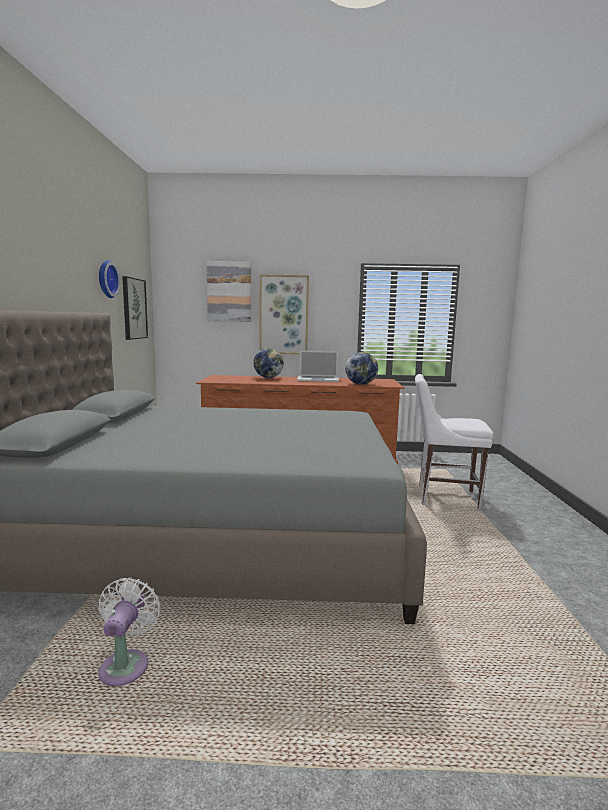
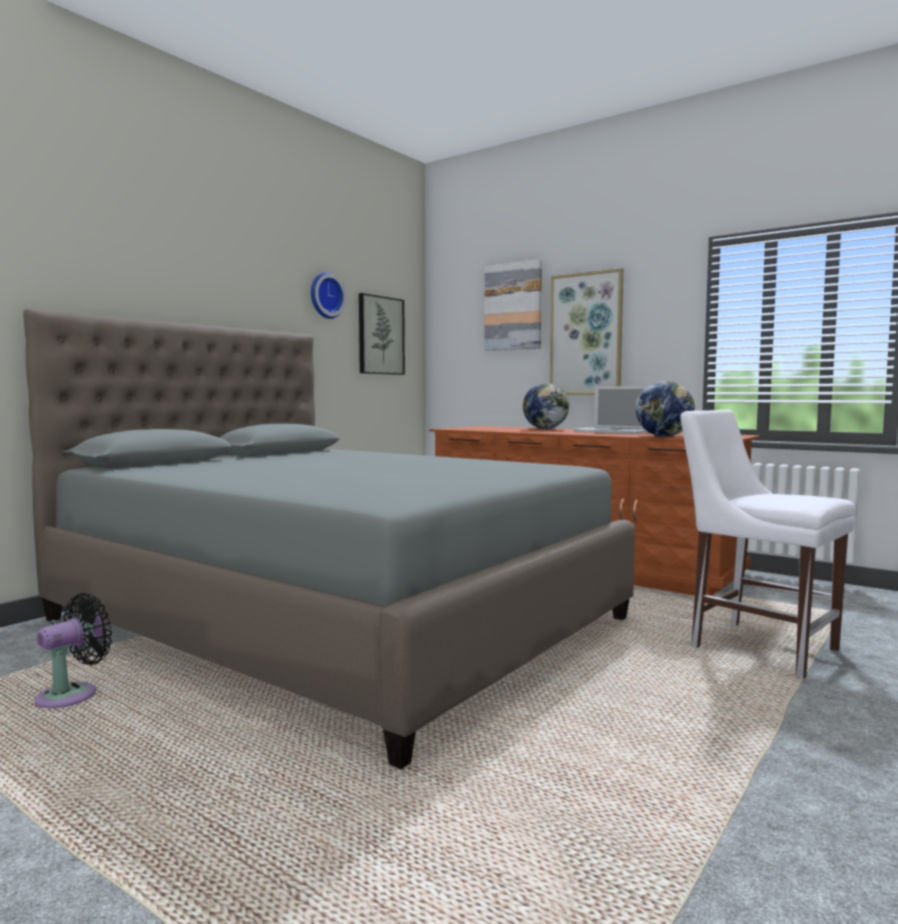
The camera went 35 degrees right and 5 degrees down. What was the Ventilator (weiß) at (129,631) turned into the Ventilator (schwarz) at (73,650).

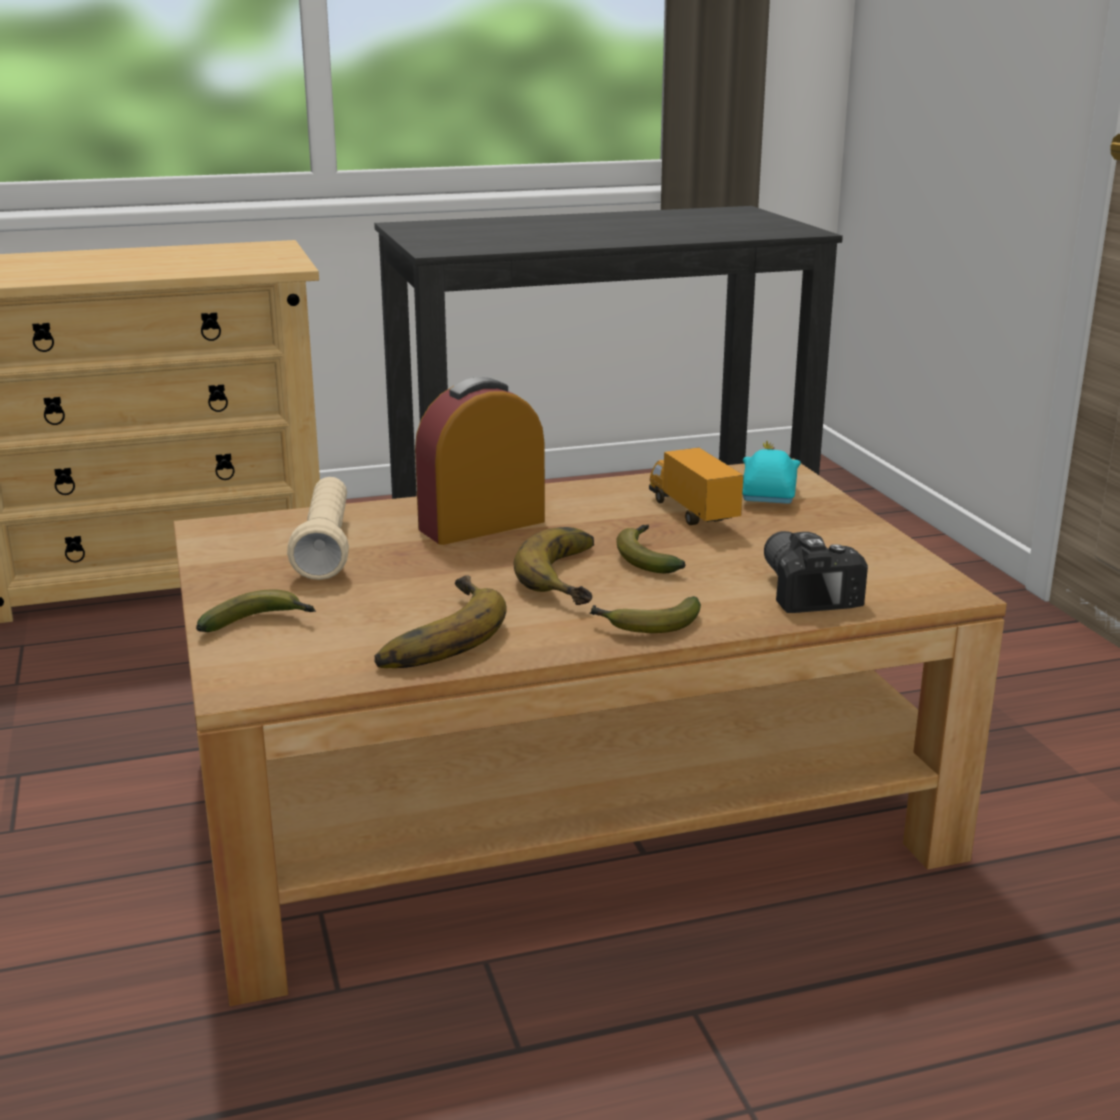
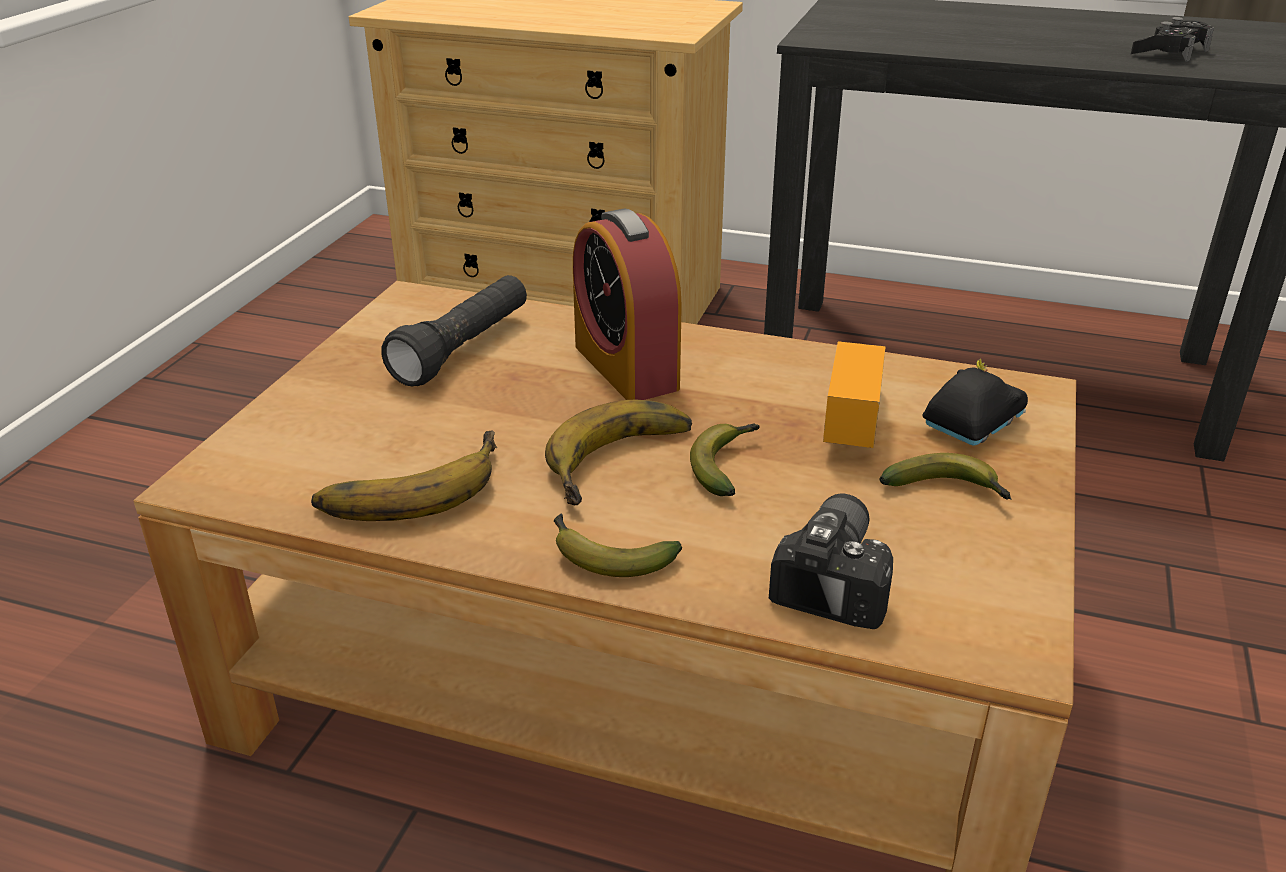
The camera went 35 degrees right and 10 degrees up. The second view gained the Gamepad (schwarz) at (1172,39). The Banane ended up elsewhere, having gone from (256,611) to (945,476). What was the Taschenlampe (beige) at (318,528) turned into the Taschenlampe (schwarz) at (454,330). What was the Spielzeugauto (türkis) at (772,472) turned into the Spielzeugauto (schwarz) at (975,402). The Wecker at (480,461) ended up facing another way, 120 degrees counterclockwise from before.

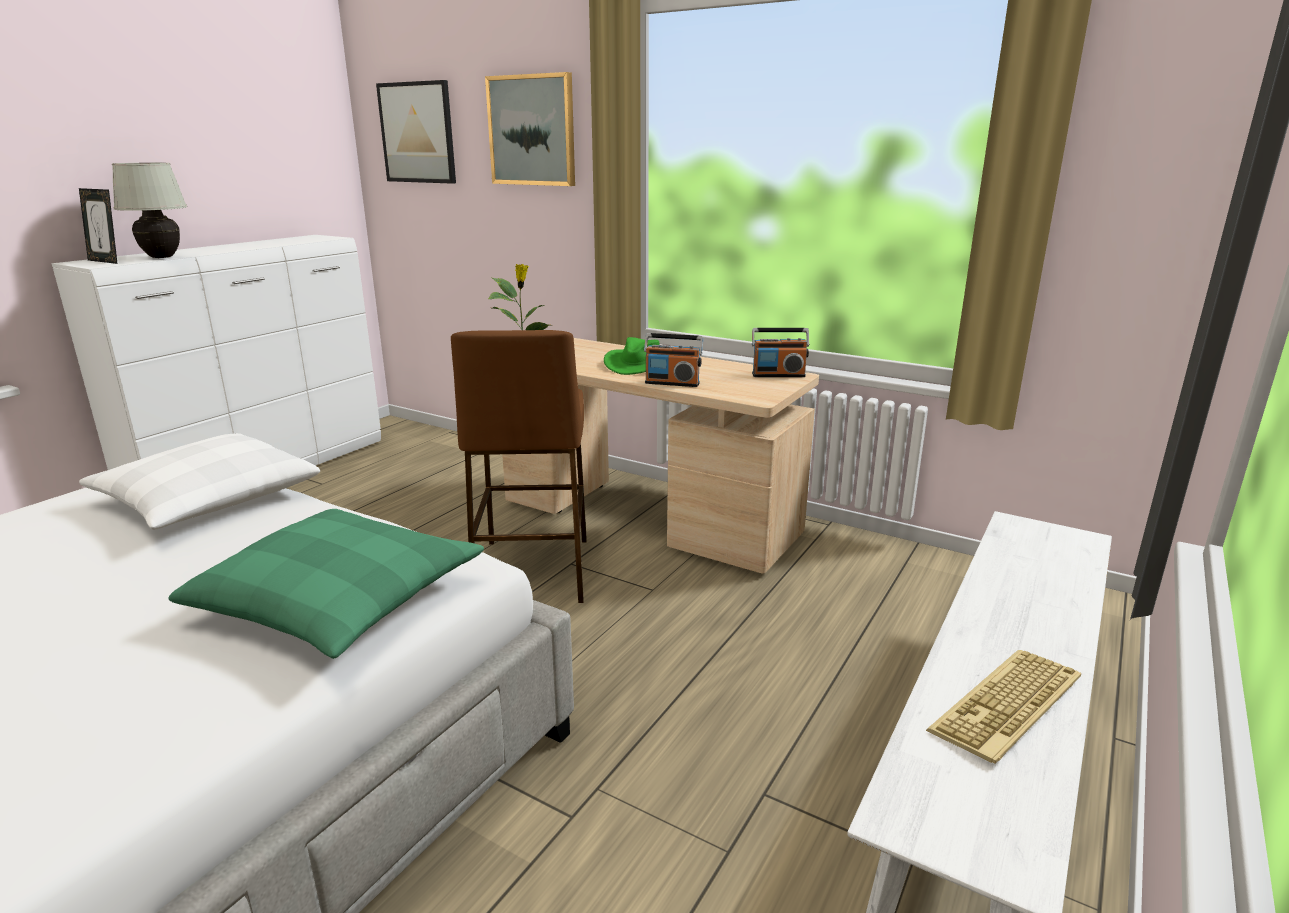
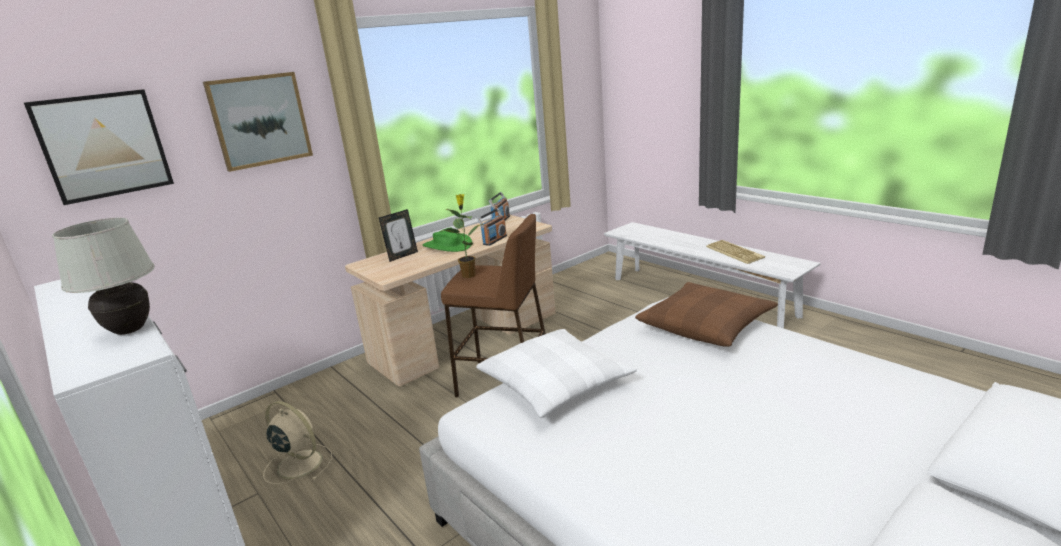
The camera went 70 degrees left and 0 degrees up. The second view gained the Ventilator (beige) at (297,442). The Bilderrahmen ended up elsewhere, having gone from (98,226) to (398,235). What was the Kissen (grün) at (326,584) turned into the Kissen (braun) at (706,314).

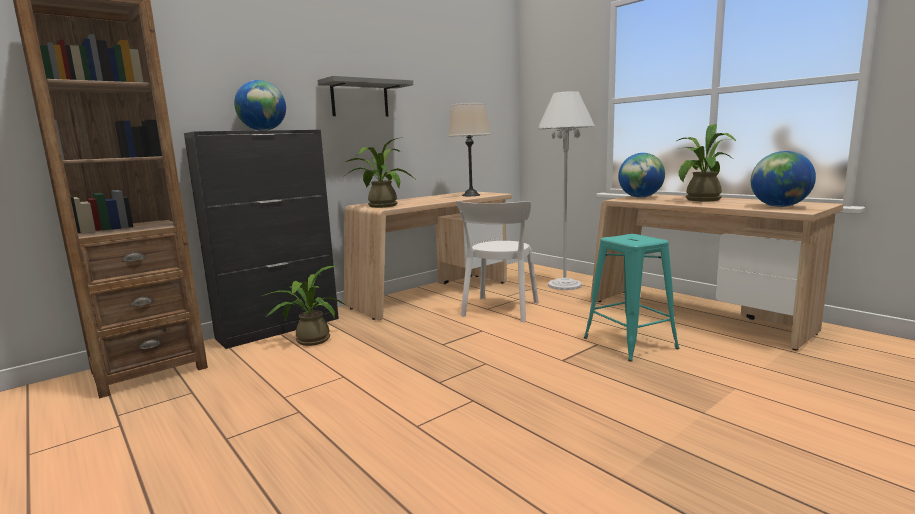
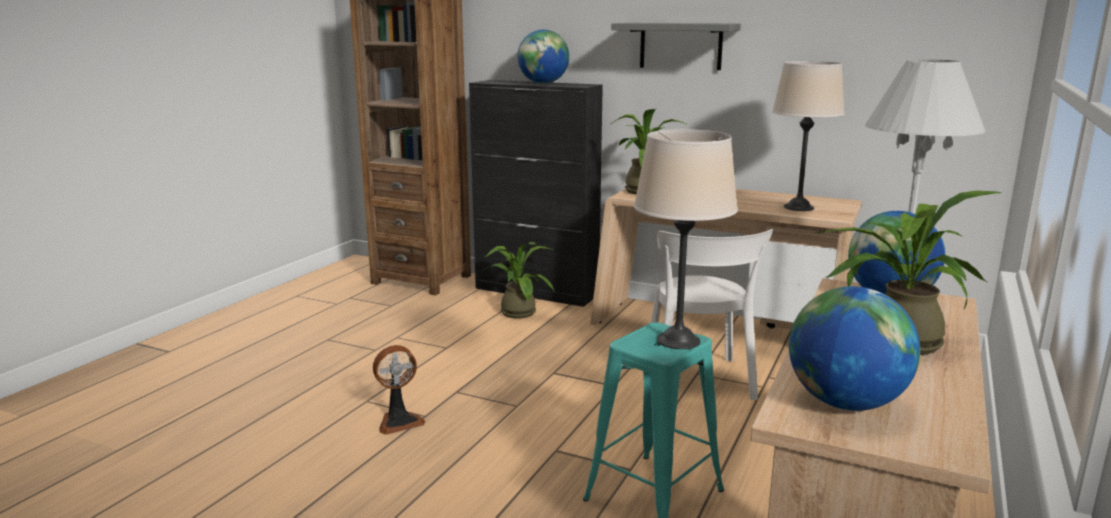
The camera went 65 degrees right and 5 degrees up. The second view gained the Ventilator at (399,390). The second view gained the Tischlampe (beige) at (686,239). The Stuhl (weiß) at (497,261) ended up facing another way, 90 degrees counterclockwise from before.

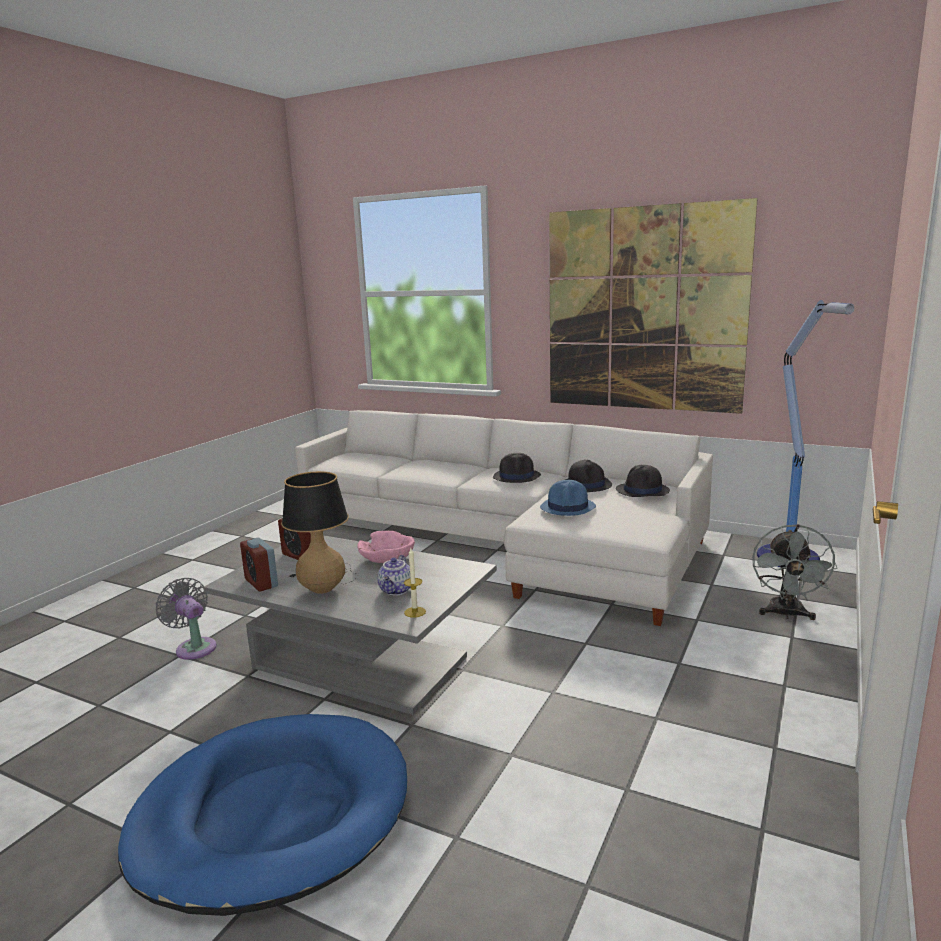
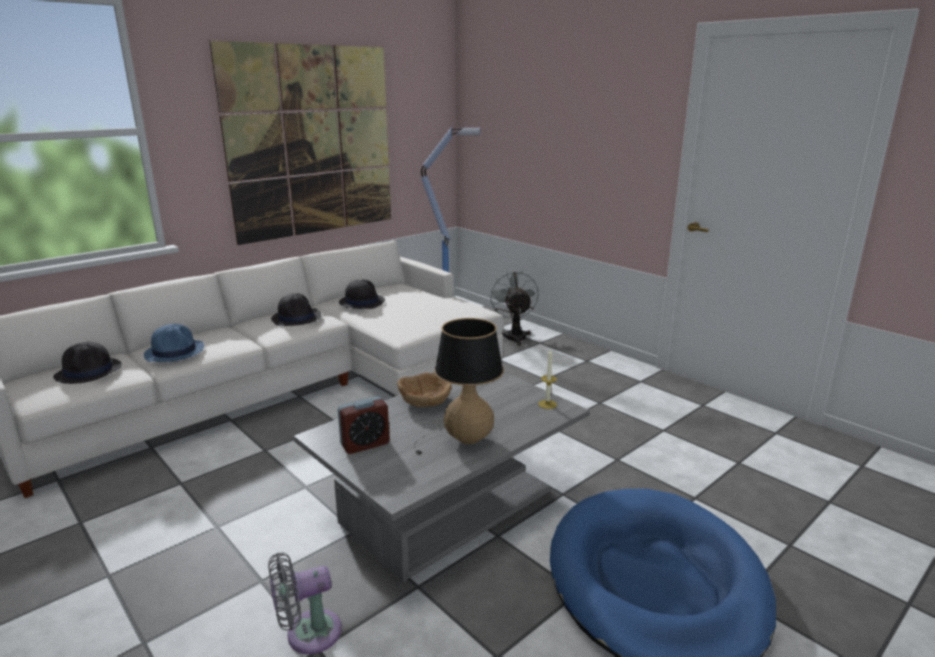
The camera went 70 degrees left and 5 degrees up. The second view lost the Wecker at (259,564). The second view lost the Teekanne at (394,575). The Hut (blau) ended up elsewhere, having gone from (568,498) to (174,343). The Hut (schwarz) ended up elsewhere, having gone from (643,481) to (87,363). What was the Schüssel (rosa) at (386,547) turned into the Schüssel (braun) at (424,390). The Ventilator (grau) at (794,572) ended up facing another way, 135 degrees counterclockwise from before.

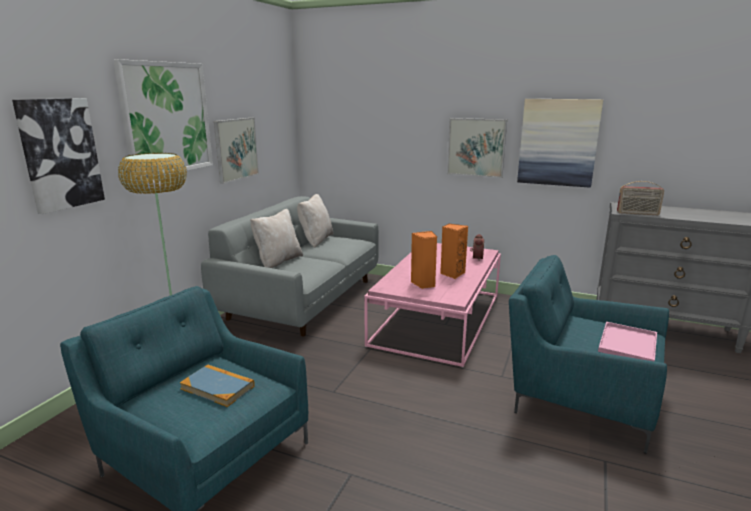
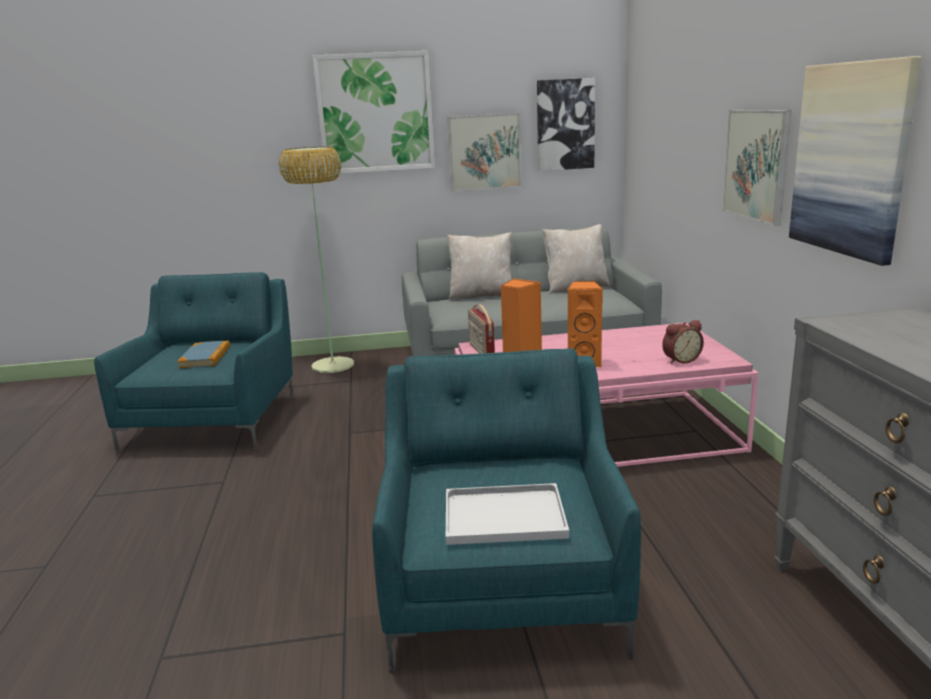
The camera went 60 degrees right and 0 degrees up. The Bild ended up elsewhere, having gone from (58,156) to (566,124). The Radio ended up elsewhere, having gone from (640,198) to (481,328). What was the Tablett (rosa) at (627,341) turned into the Tablett (weiß) at (507,514).

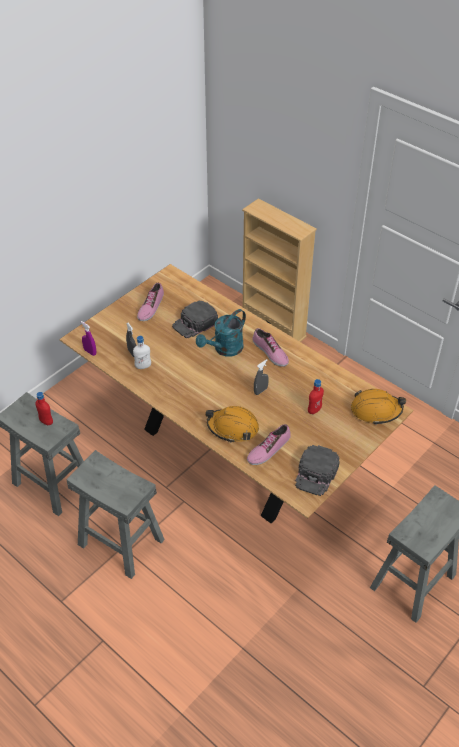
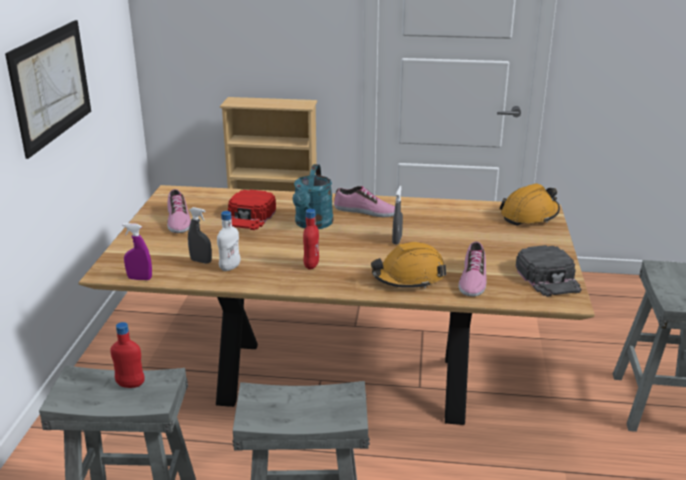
The camera went 35 degrees left and 20 degrees down. The second view gained the Bild at (48,89). The Flasche (rot) ended up elsewhere, having gone from (316,396) to (311,239). What was the Kappe (schwarz) at (195,319) turned into the Kappe (rot) at (252,210).

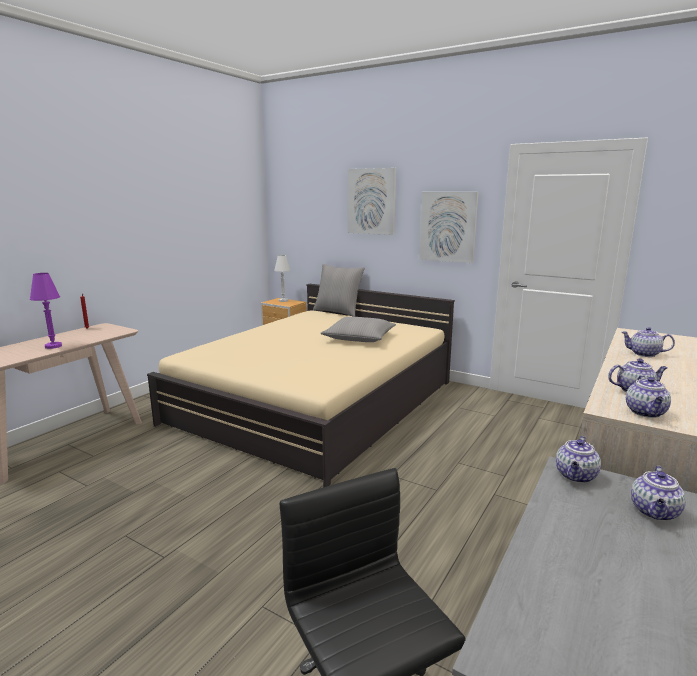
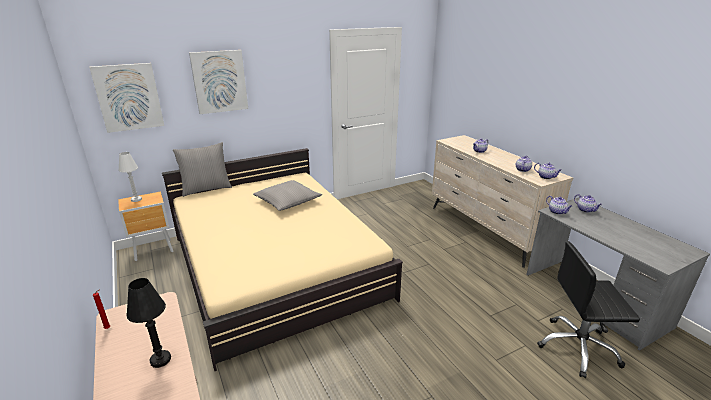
The camera went 60 degrees left and 10 degrees up. The Bild ended up elsewhere, having gone from (449,227) to (126,98). What was the Tischlampe (lila) at (46,311) turned into the Tischlampe (schwarz) at (148,323).

